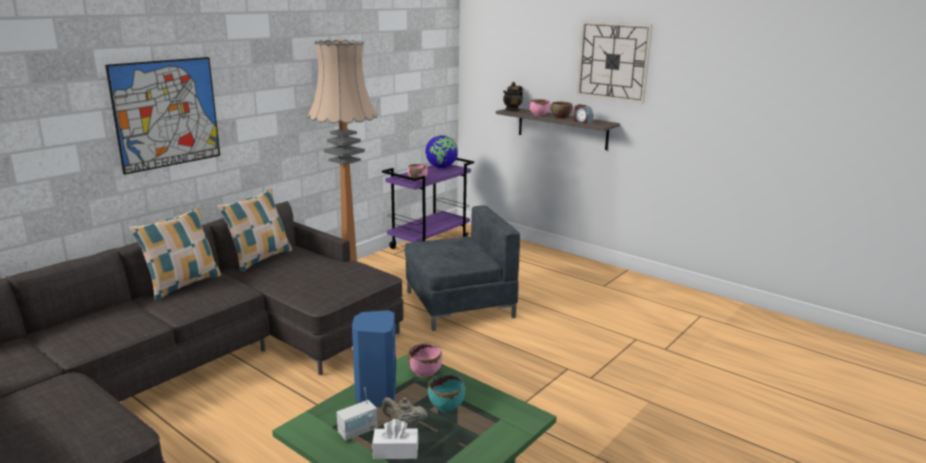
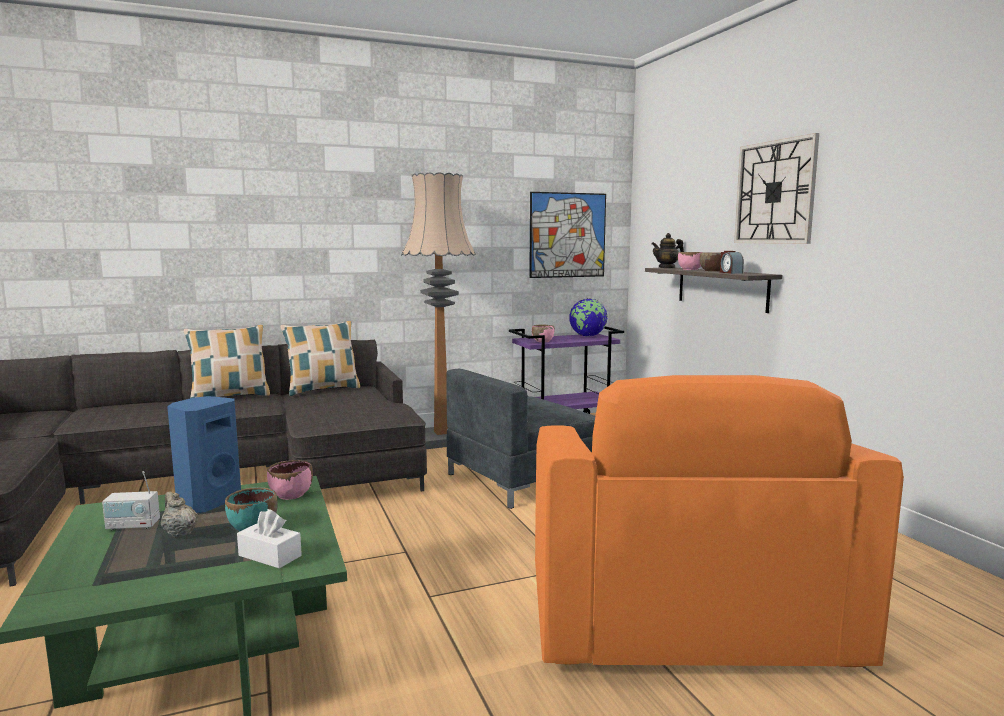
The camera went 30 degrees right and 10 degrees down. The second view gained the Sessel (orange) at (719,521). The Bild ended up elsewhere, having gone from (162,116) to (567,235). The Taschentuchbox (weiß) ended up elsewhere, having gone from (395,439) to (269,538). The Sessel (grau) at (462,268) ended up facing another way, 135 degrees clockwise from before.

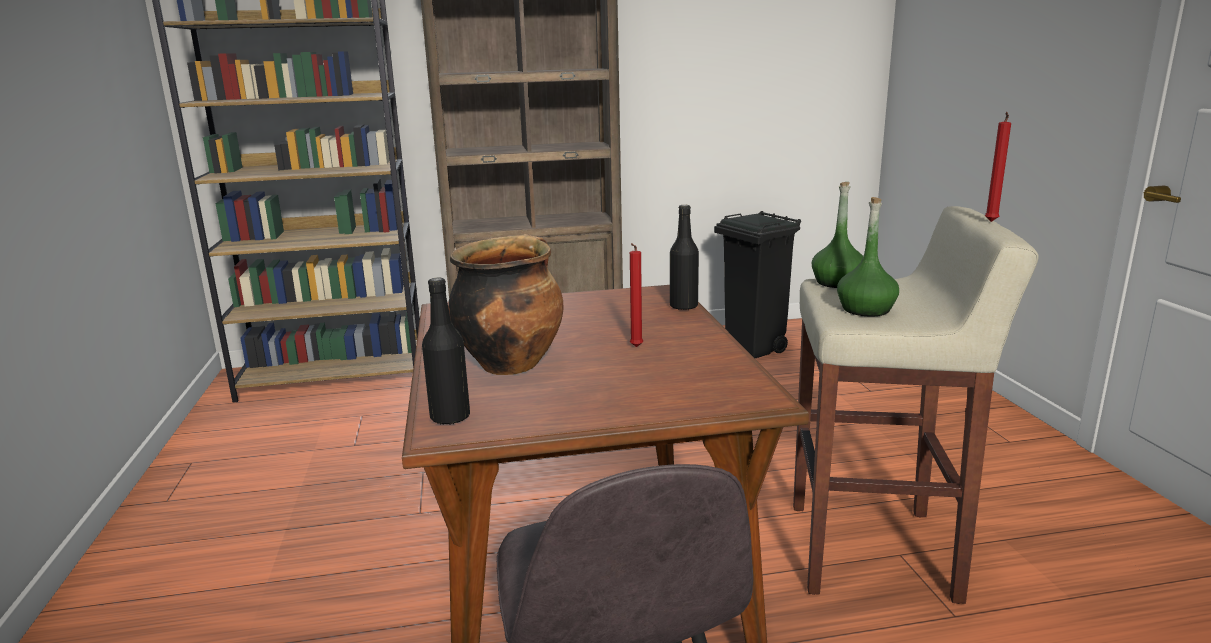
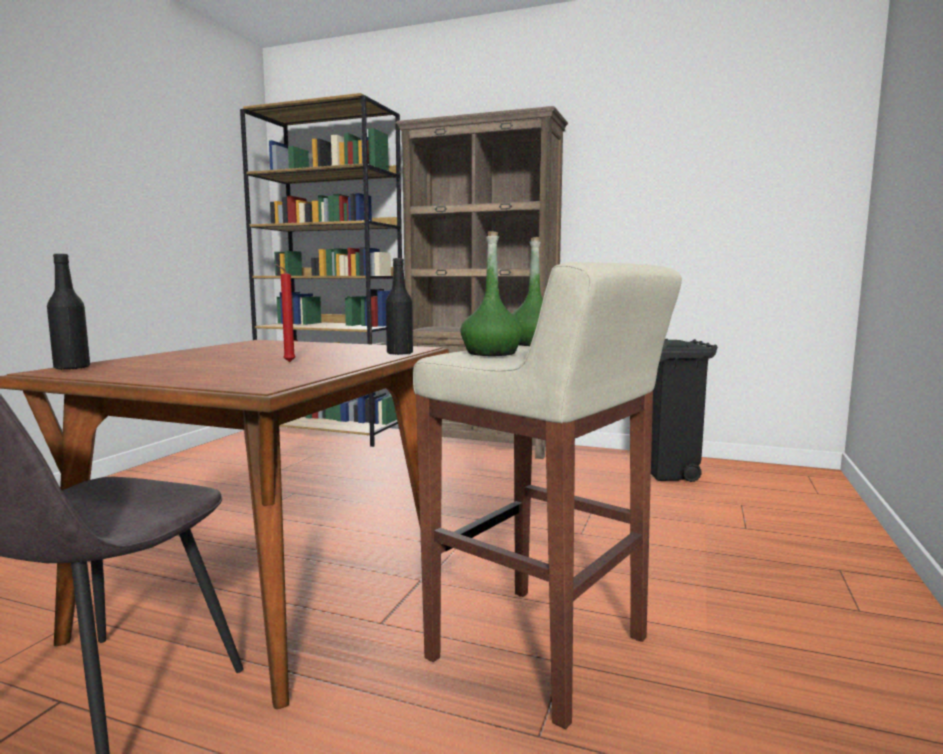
The camera went 30 degrees right and 10 degrees down. The second view lost the Kochtopf at (506,304). The second view lost the Kerze (rot) at (998,167).

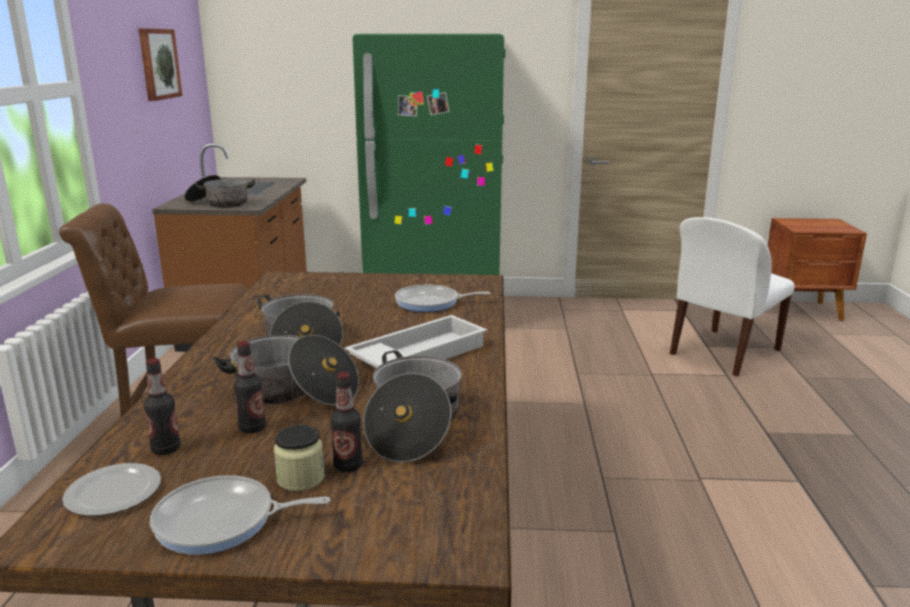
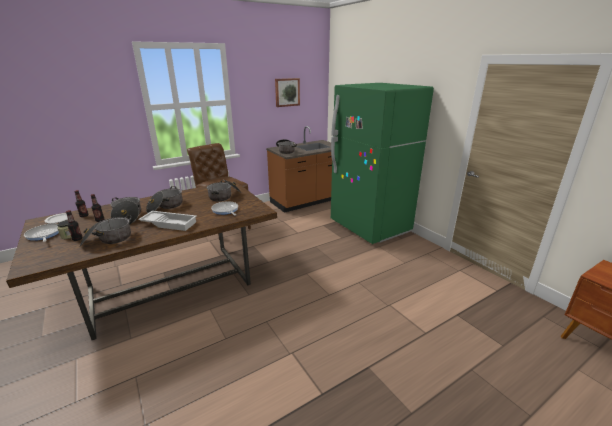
The camera went 55 degrees right and 5 degrees up. The second view lost the Stuhl (weiß) at (732,296). The second view gained the Kochtopf at (224,190).

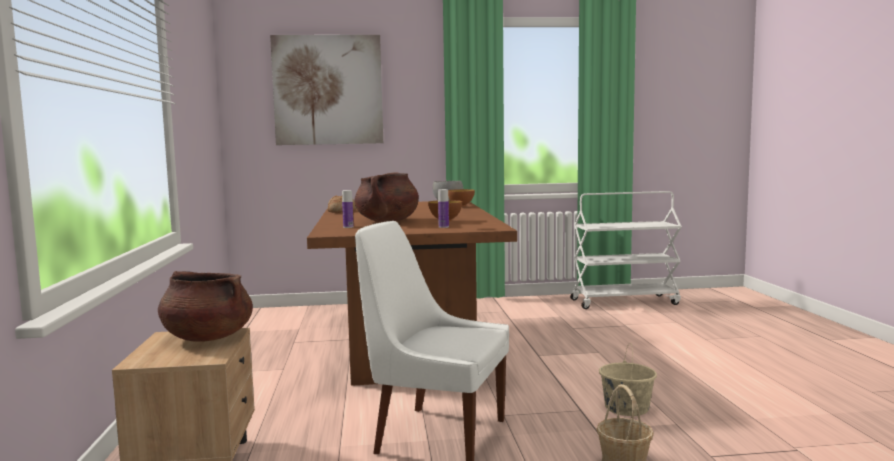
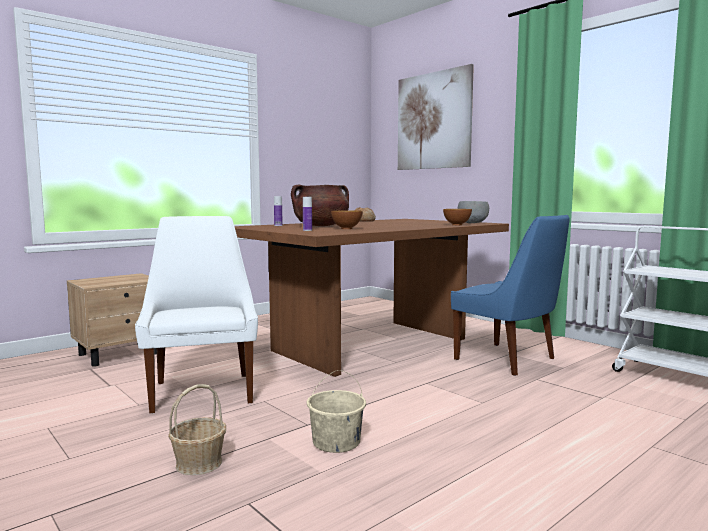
The camera went 55 degrees right and 0 degrees up. The second view lost the Kochtopf (braun) at (205,306). The second view gained the Stuhl (blau) at (510,295).

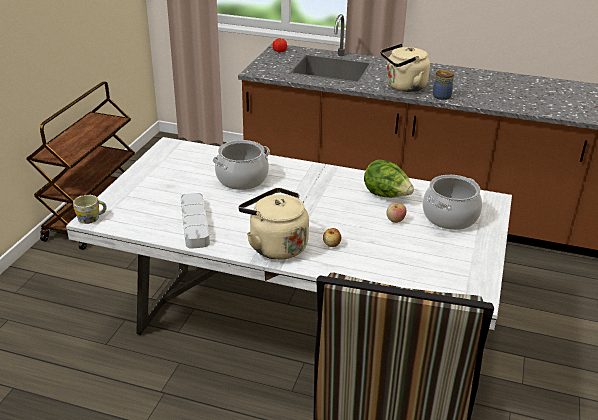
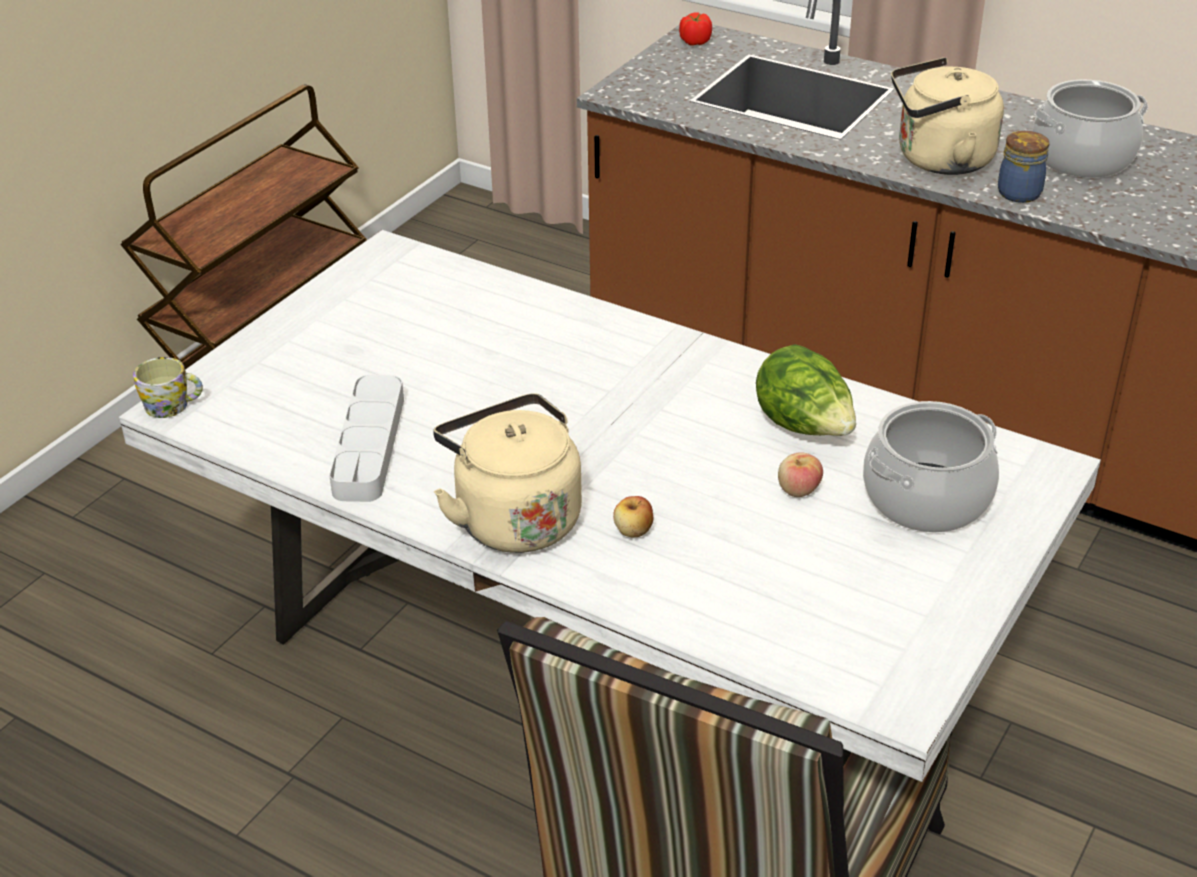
The camera went 15 degrees right and 5 degrees up. The Kochtopf ended up elsewhere, having gone from (241,165) to (1090,129).

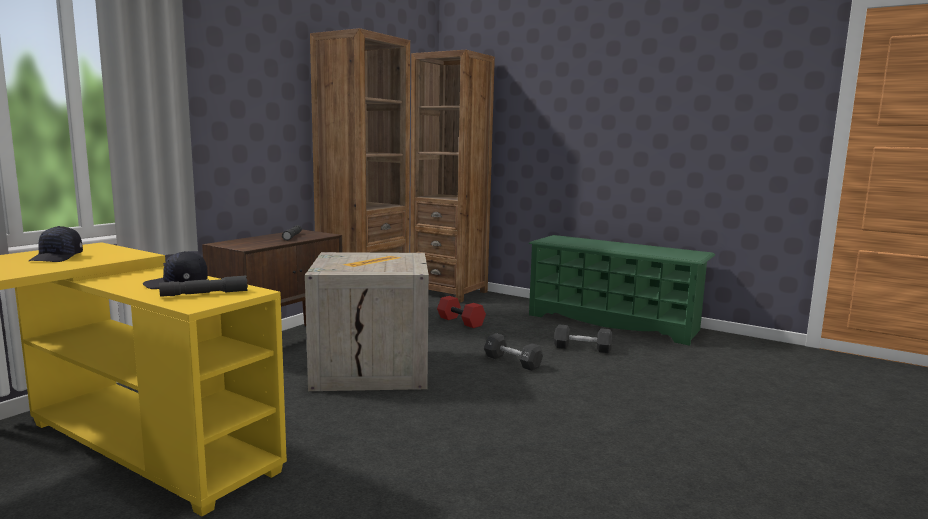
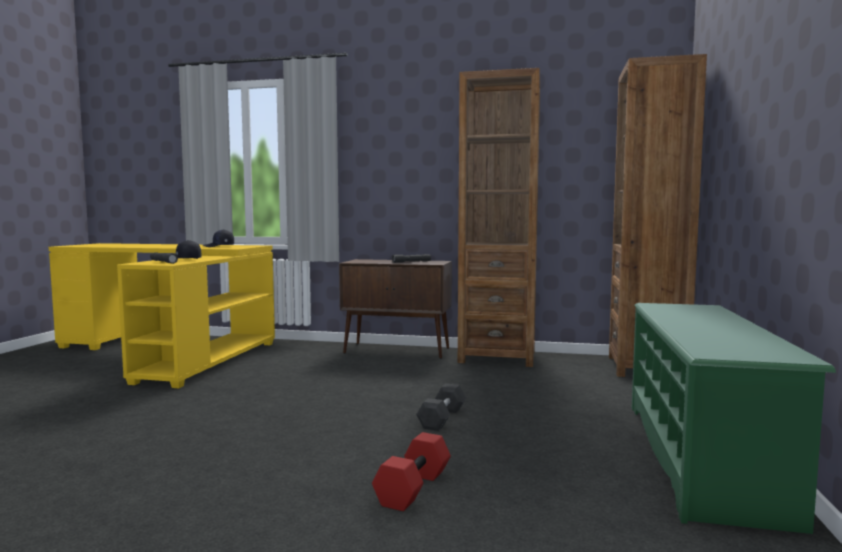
The camera went 70 degrees right and 5 degrees down. The second view lost the Kiste at (367,321). The second view lost the Hantel (schwarz) at (583,338). The Hantel (rot) ended up elsewhere, having gone from (461,312) to (411,471).

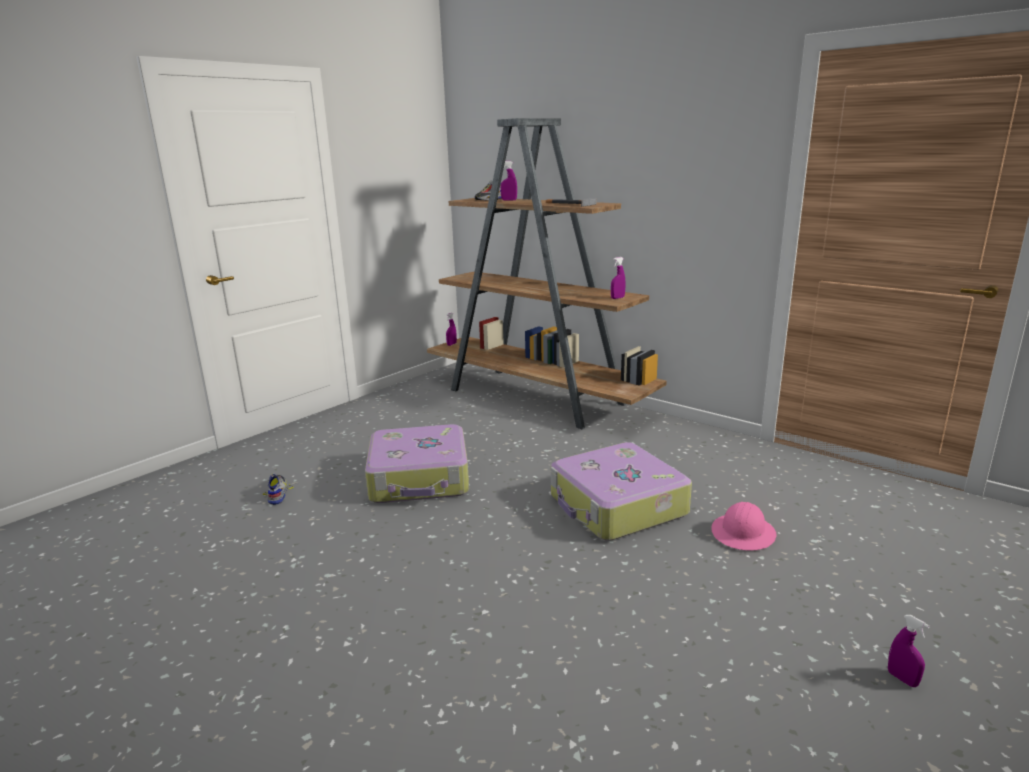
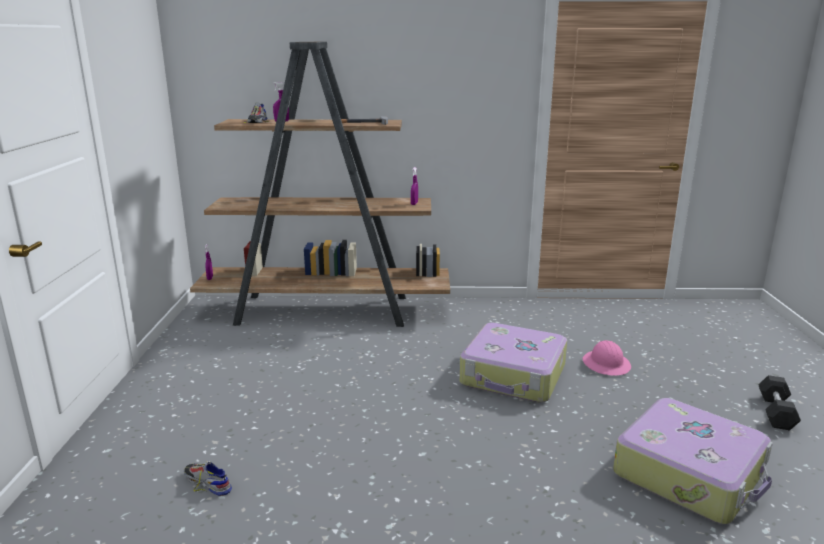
The camera went 40 degrees left and 0 degrees up. The Koffer ended up elsewhere, having gone from (417,463) to (693,461). Where the Sprühflasche (lila) stood at (909,651), the Hantel (schwarz) came to stand at (779,402).

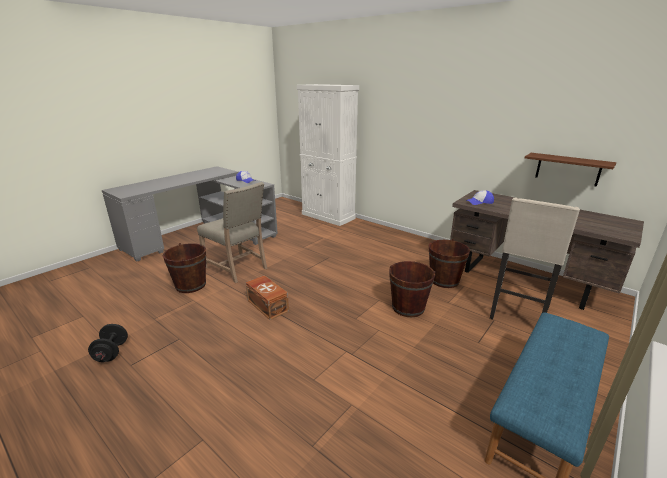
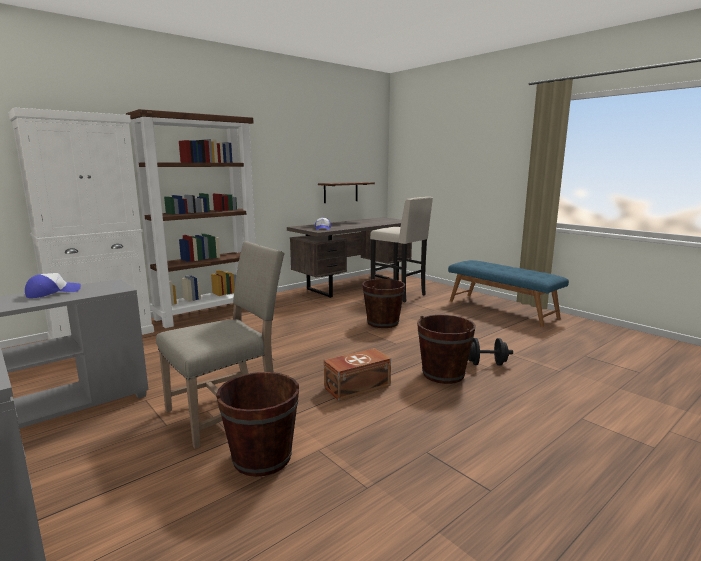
The camera went 80 degrees left and 10 degrees down. The second view gained the Bücherregal (braun) at (190,218). The Hantel (schwarz) ended up elsewhere, having gone from (108,343) to (490,352). The Eimer (braun) ended up elsewhere, having gone from (449,263) to (446,349).

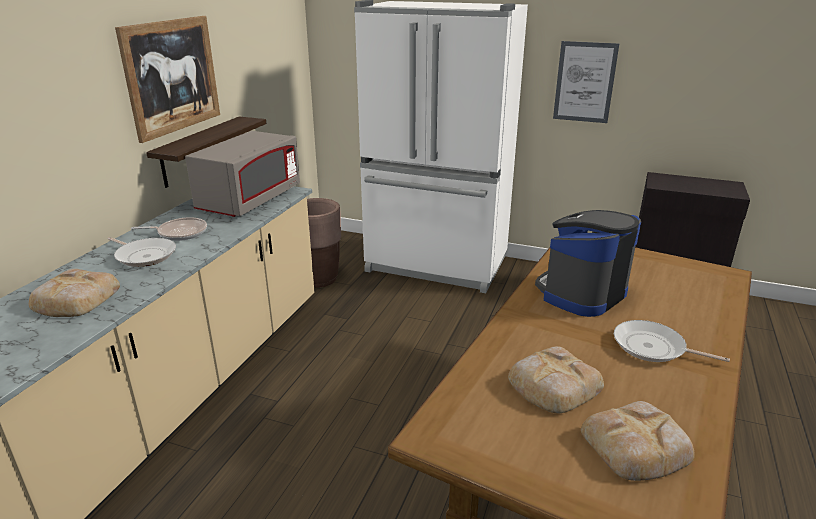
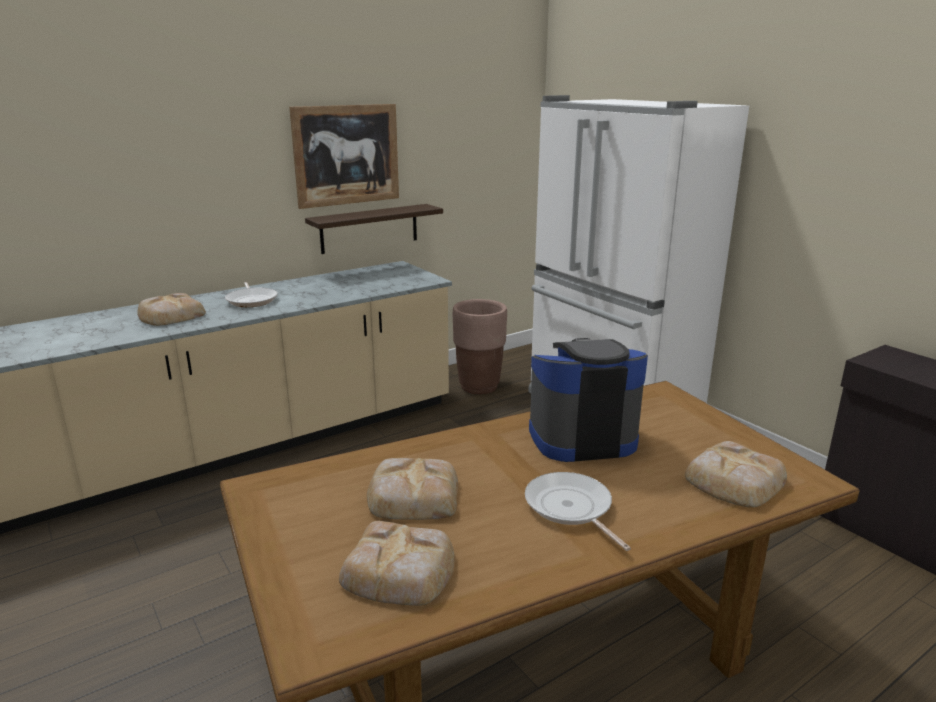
The camera went 35 degrees right and 5 degrees down. The second view lost the Pfanne at (169,229). The second view lost the Mikrowelle (grau) at (242,174). The second view lost the Bild at (586,82). The second view gained the Brot at (736,474).

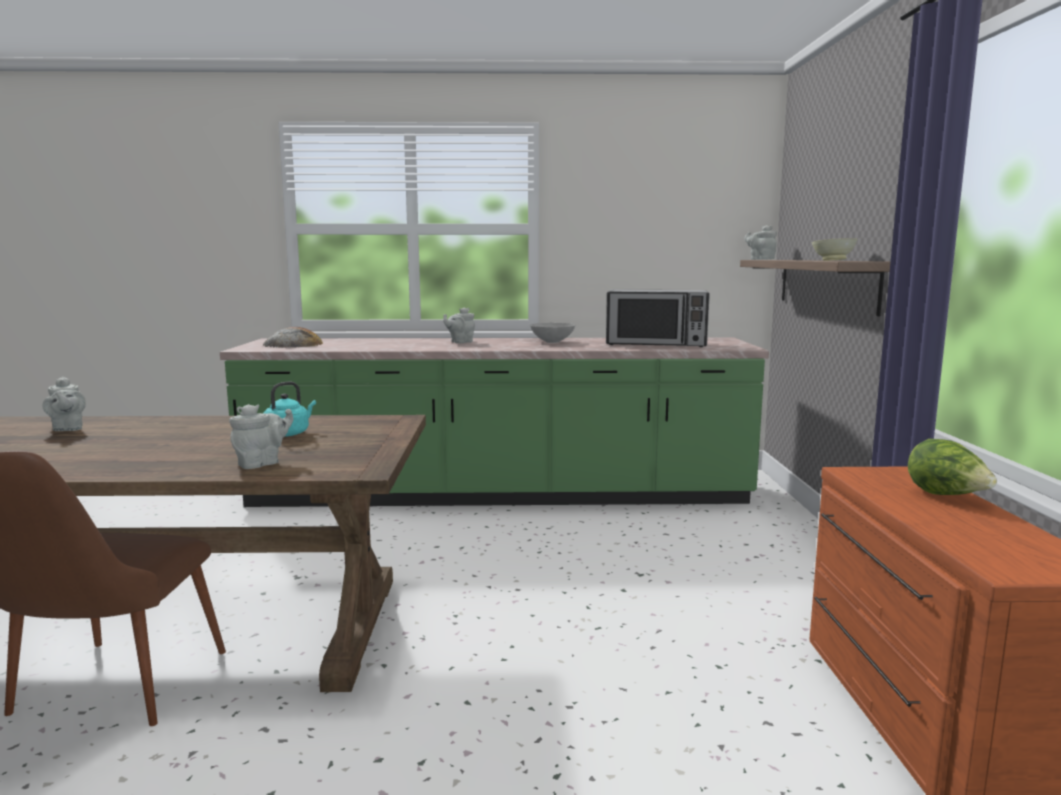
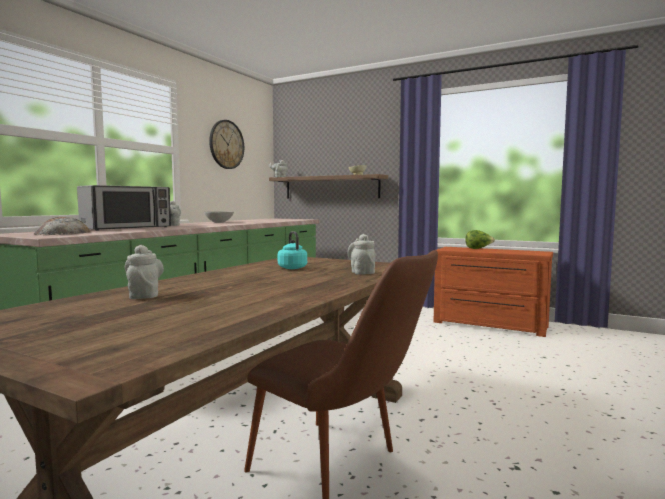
The camera went 60 degrees left and 5 degrees down. The second view gained the Wanduhr at (226,144). The Mikrowelle ended up elsewhere, having gone from (658,318) to (124,208). The Teekanne (grau) at (64,404) ended up facing another way, 105 degrees counterclockwise from before.

